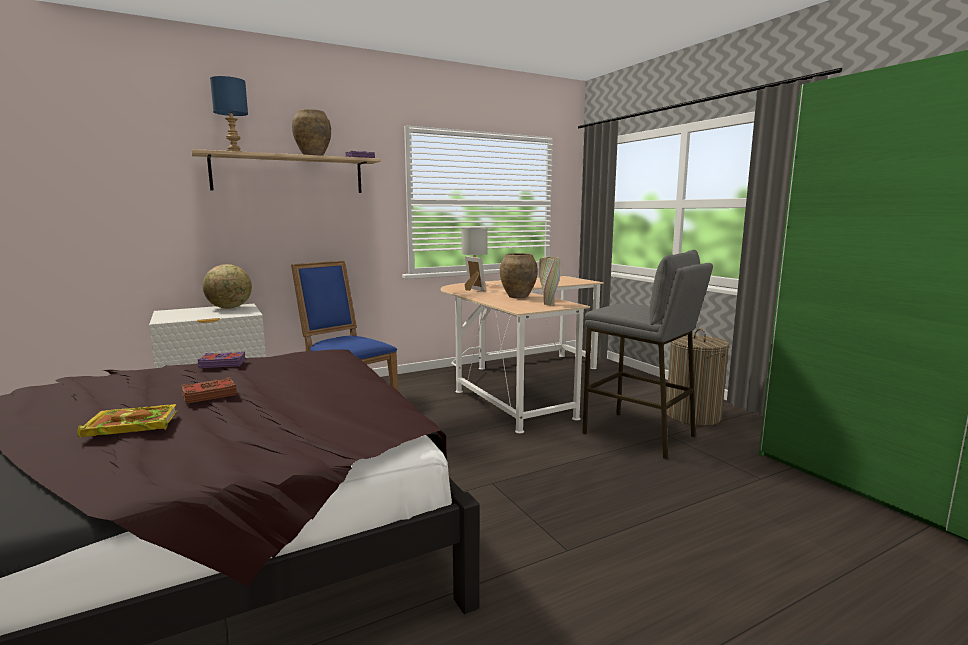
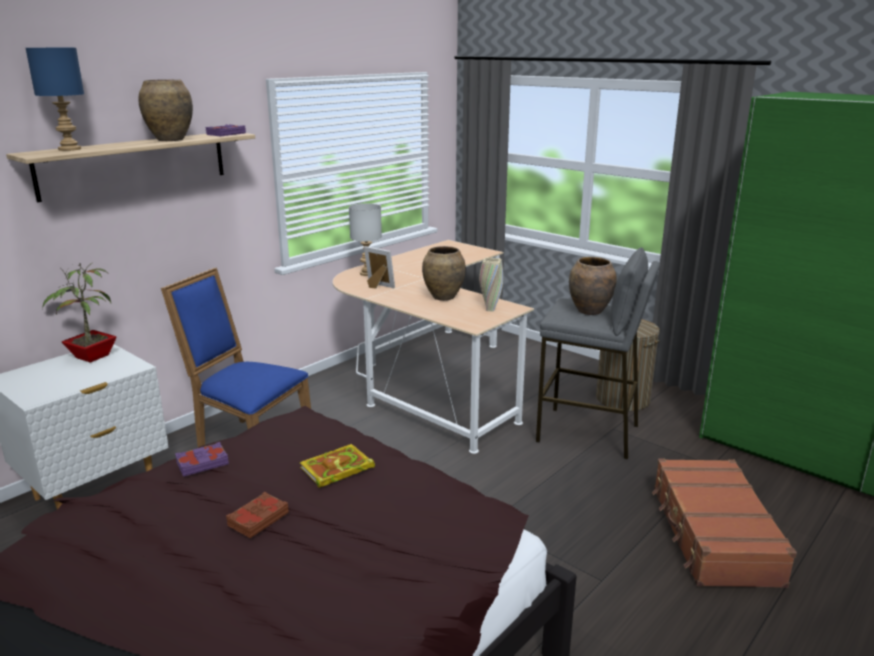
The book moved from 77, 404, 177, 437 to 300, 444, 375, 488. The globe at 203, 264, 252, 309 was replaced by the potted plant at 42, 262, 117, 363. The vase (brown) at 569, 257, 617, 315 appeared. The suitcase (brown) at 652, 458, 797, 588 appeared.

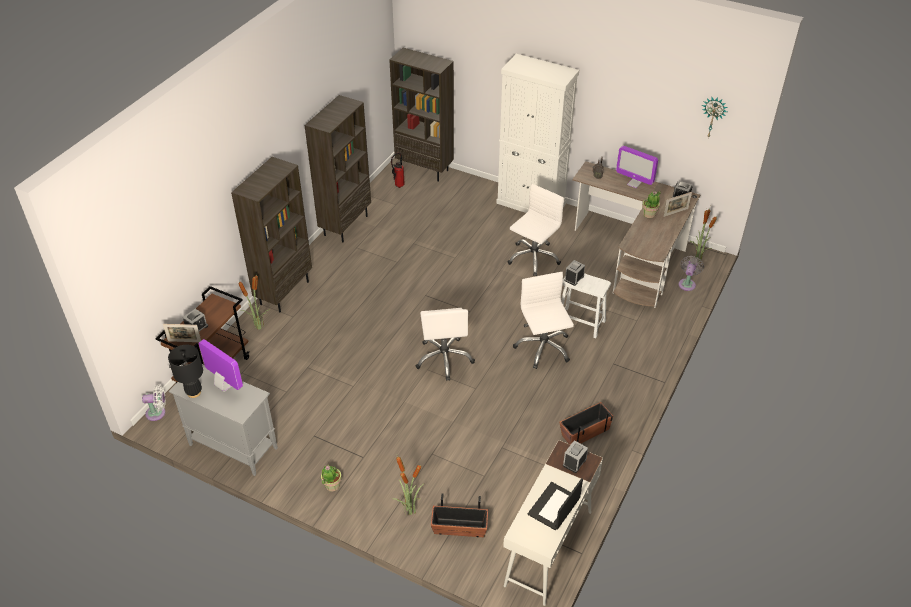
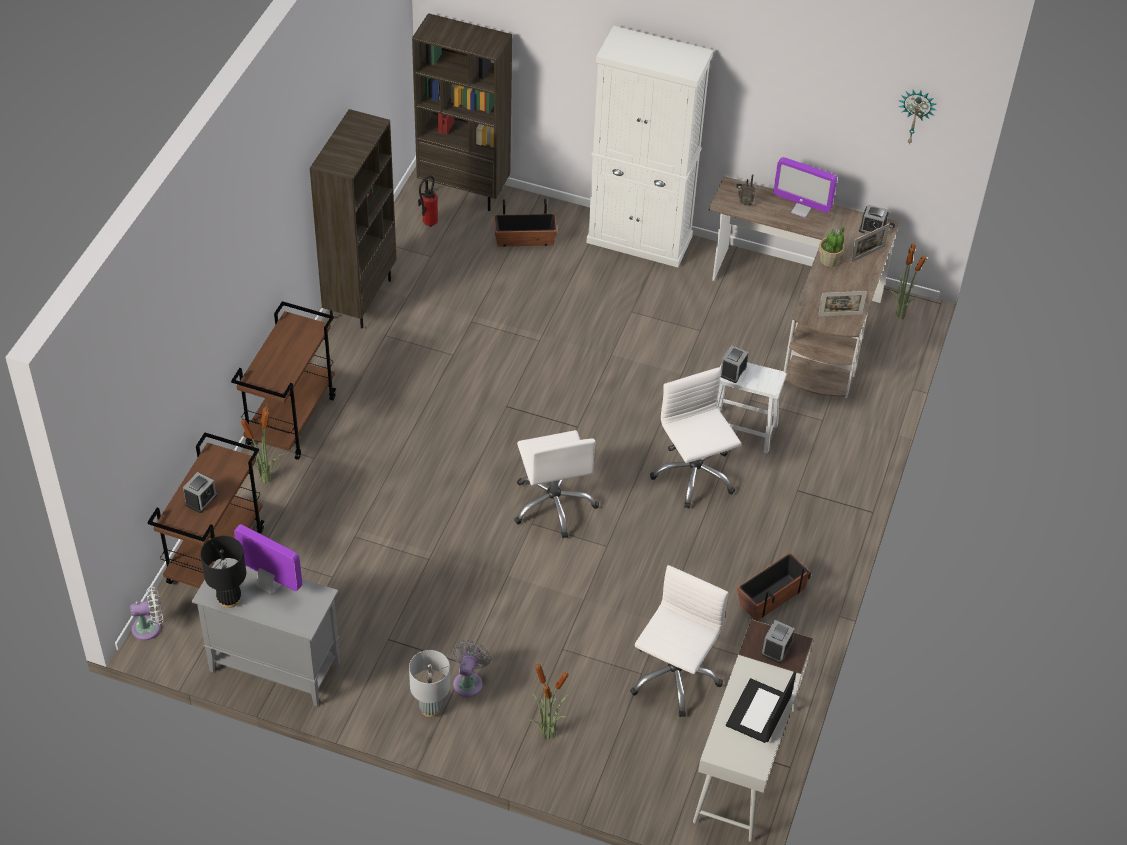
The picture frame moved from 163, 324, 201, 342 to 818, 291, 867, 316. The bookcase (brown) at 231, 157, 312, 313 was replaced by the cart (brown) at 231, 301, 336, 460. The potted plant at 321, 465, 342, 492 was replaced by the table lamp (grey) at 409, 650, 450, 717. The planter moved from 431, 493, 488, 537 to 494, 199, 557, 247. The office chair (white) moved from 507, 184, 564, 276 to 630, 565, 729, 717. The fan (grey) moved from 678, 255, 704, 291 to 452, 640, 491, 697.

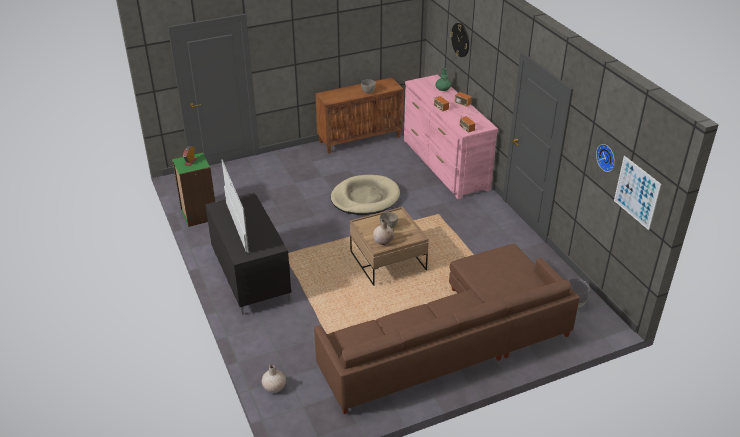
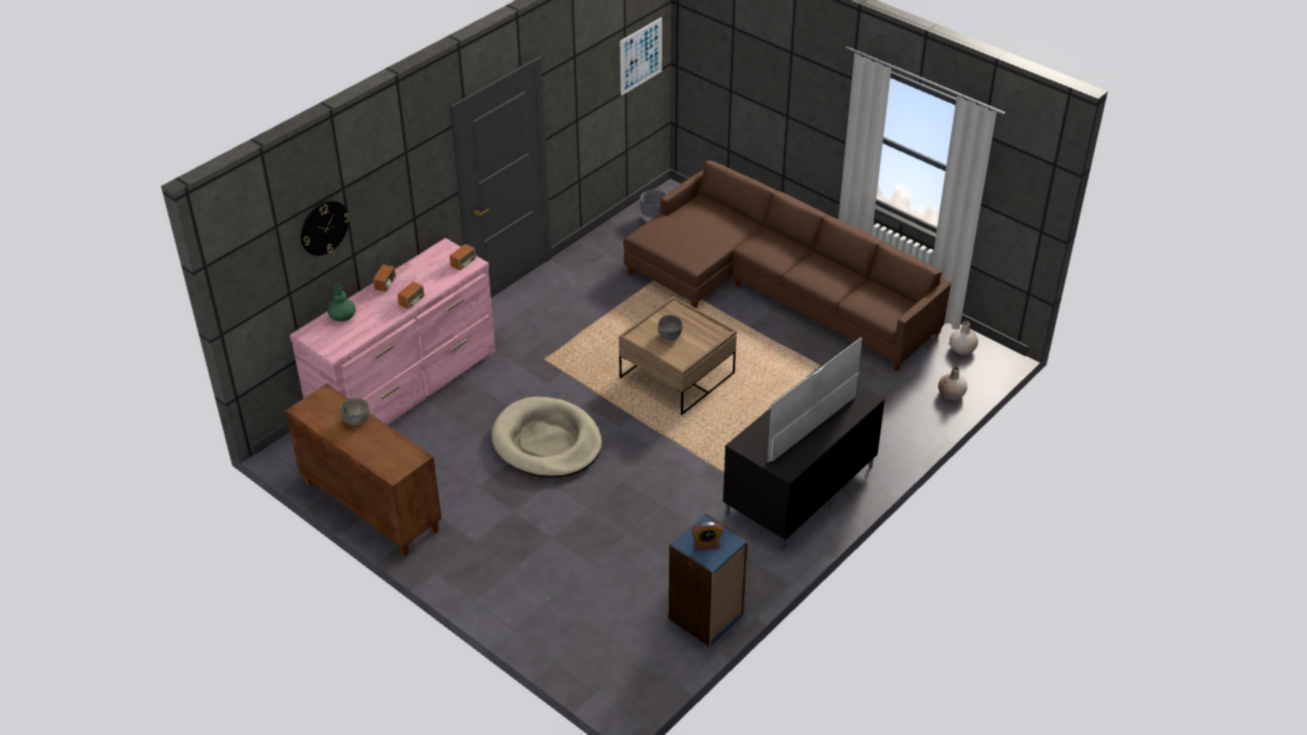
The bookcase (green) at 172, 152, 215, 227 became the bookcase (blue) at 669, 514, 749, 647. The vase (beige) moved from 373, 219, 394, 245 to 950, 321, 978, 355. The wall clock at 596, 144, 615, 172 disappeared.

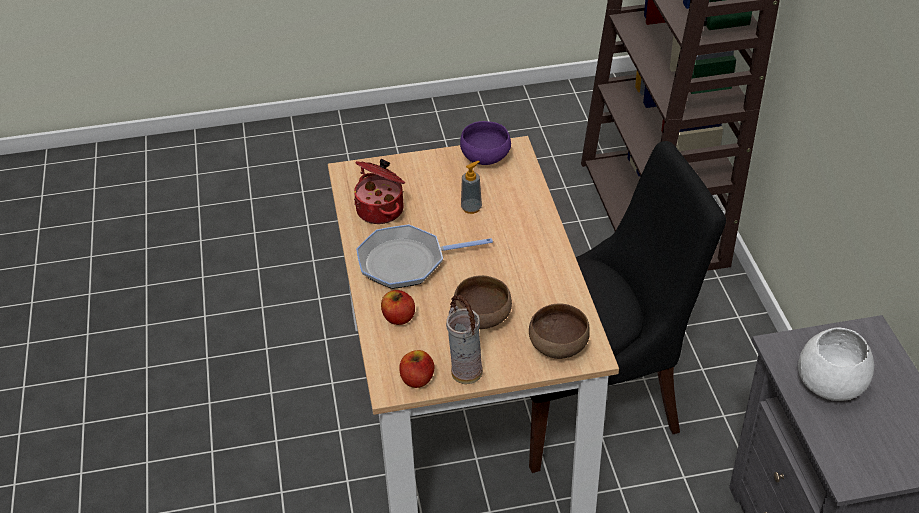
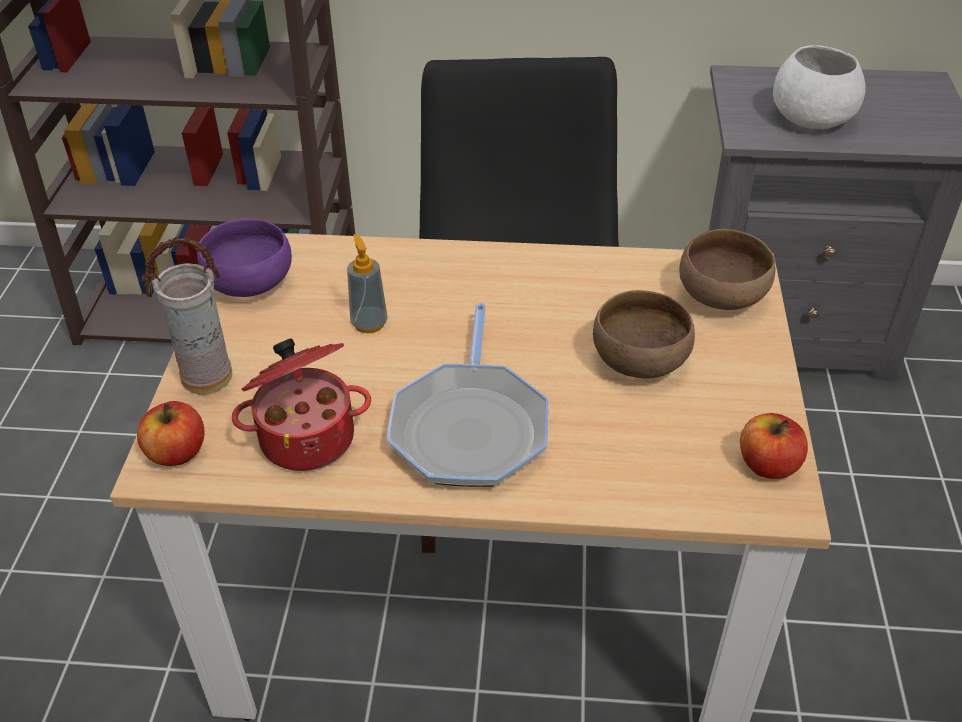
The apple moved from 381, 290, 415, 325 to 137, 401, 204, 466. The vase moved from 446, 295, 483, 384 to 141, 237, 233, 395.

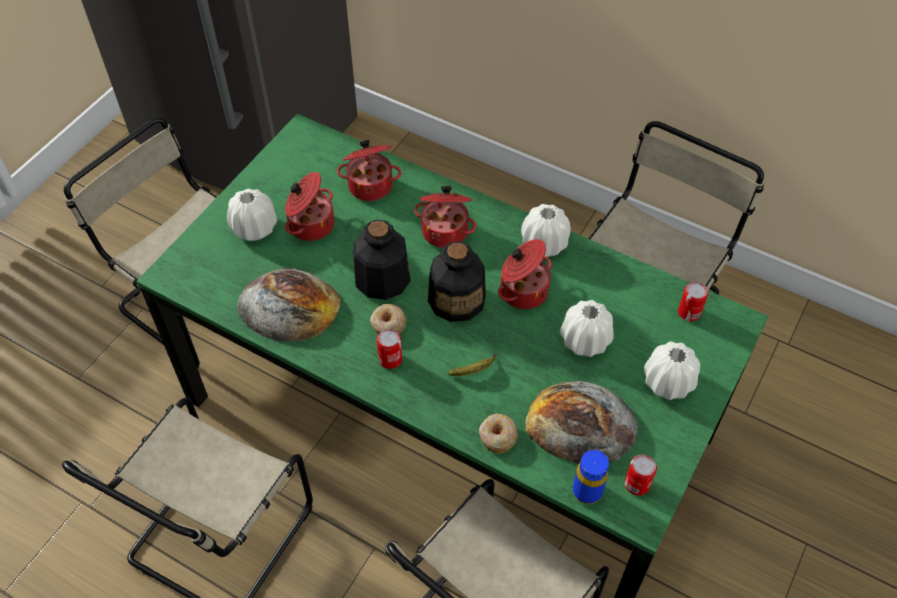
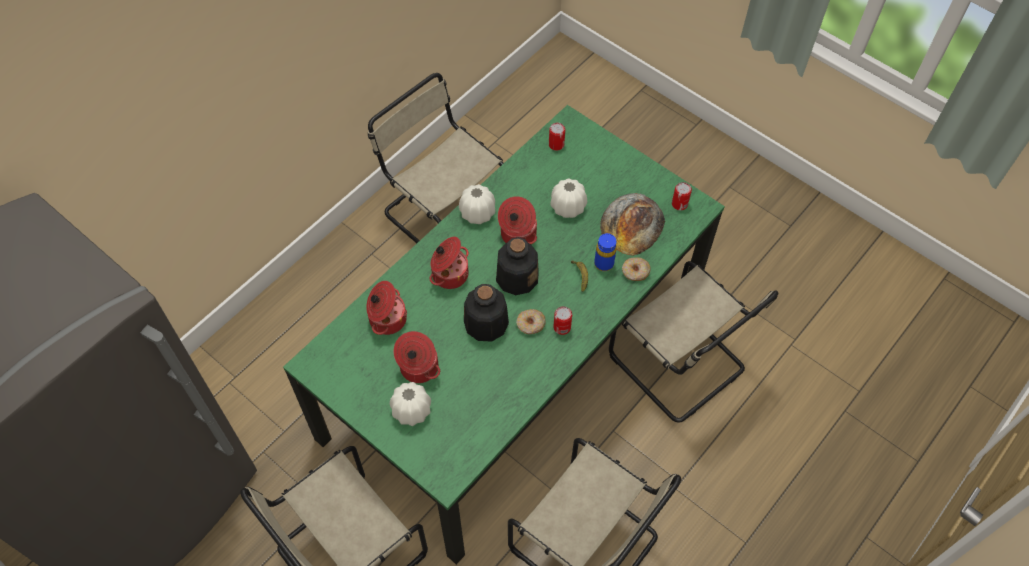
The bread at 237, 268, 341, 342 disappeared. The bottle (blue) moved from 573, 450, 609, 504 to 594, 233, 617, 271. The vase (white) at 644, 341, 700, 400 disappeared.

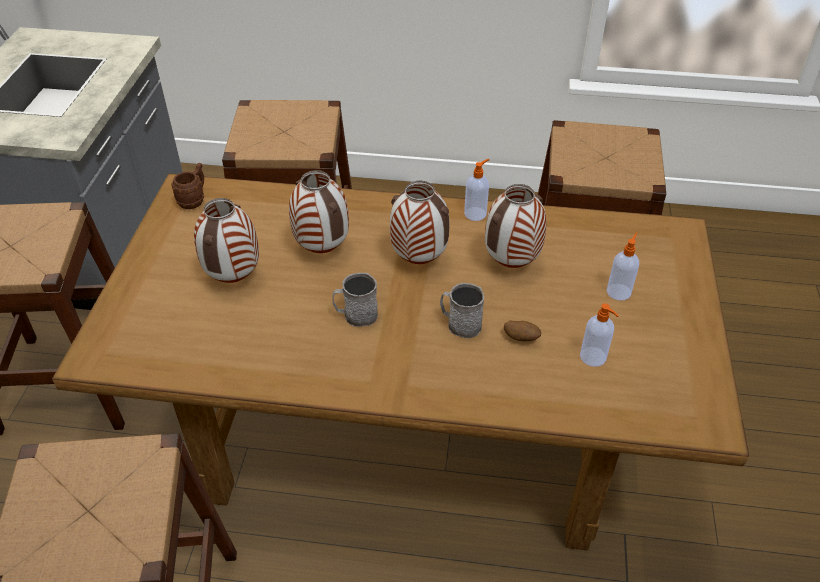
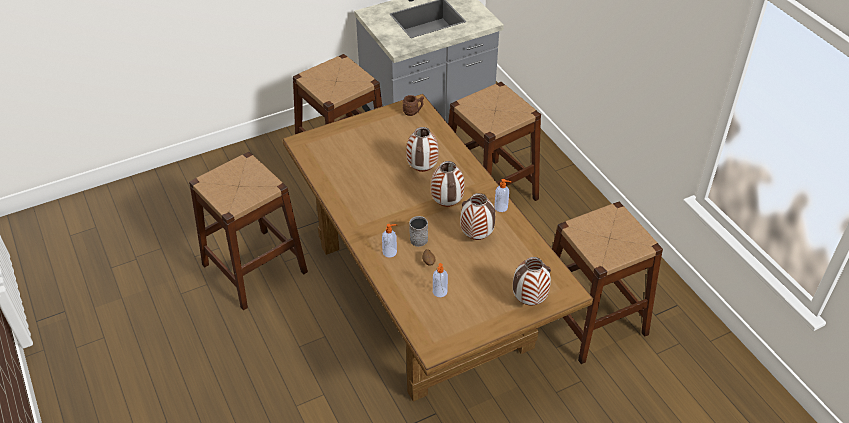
The vase moved from 194, 198, 259, 283 to 513, 257, 551, 305. The mug (grey) at 332, 273, 378, 327 disappeared. The soap dispenser moved from 607, 233, 639, 301 to 382, 224, 397, 257.

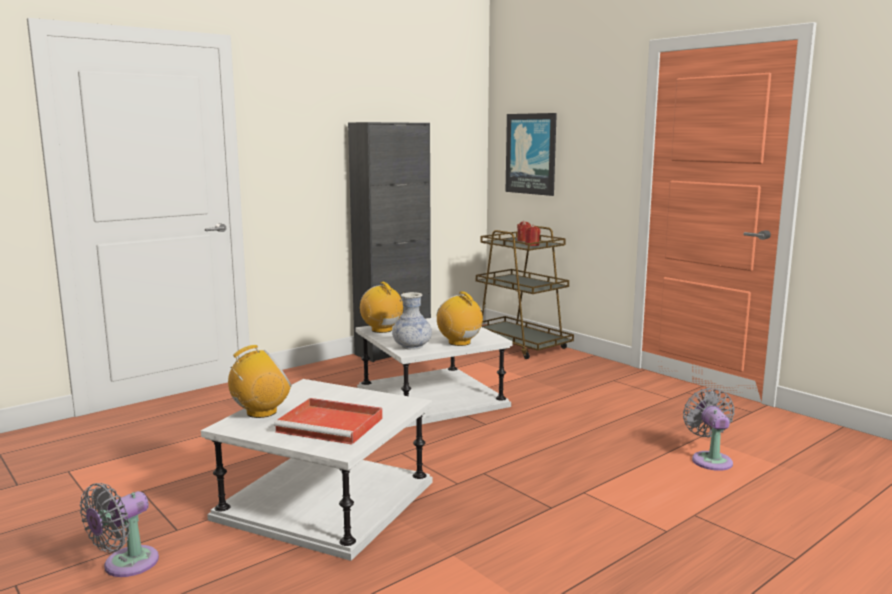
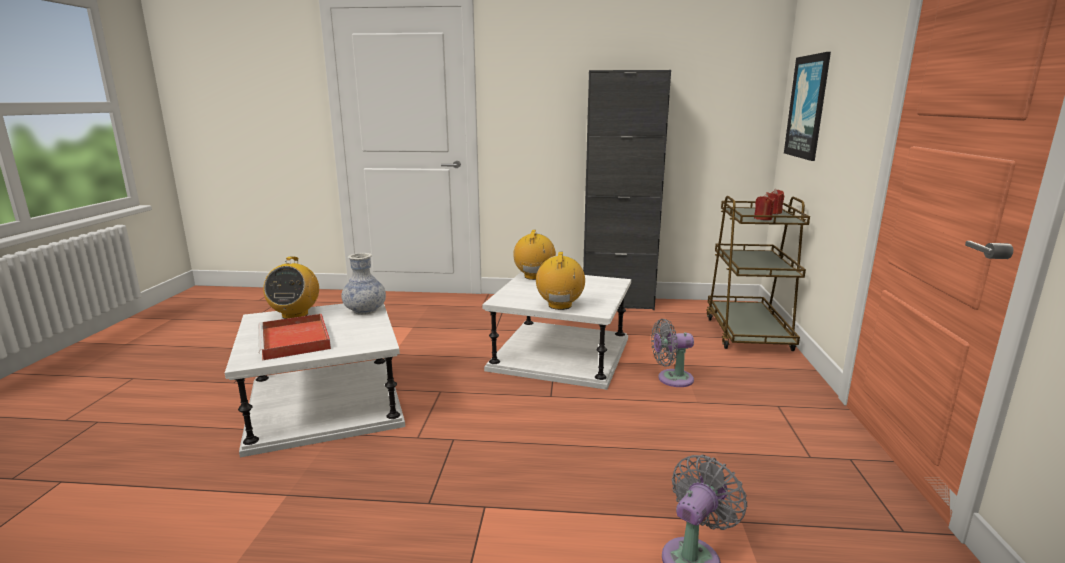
The fan (grey) moved from 80, 483, 159, 577 to 651, 319, 694, 387. The radio at 228, 345, 292, 418 turned 75 degrees clockwise. The vase moved from 392, 292, 432, 350 to 341, 253, 386, 315.

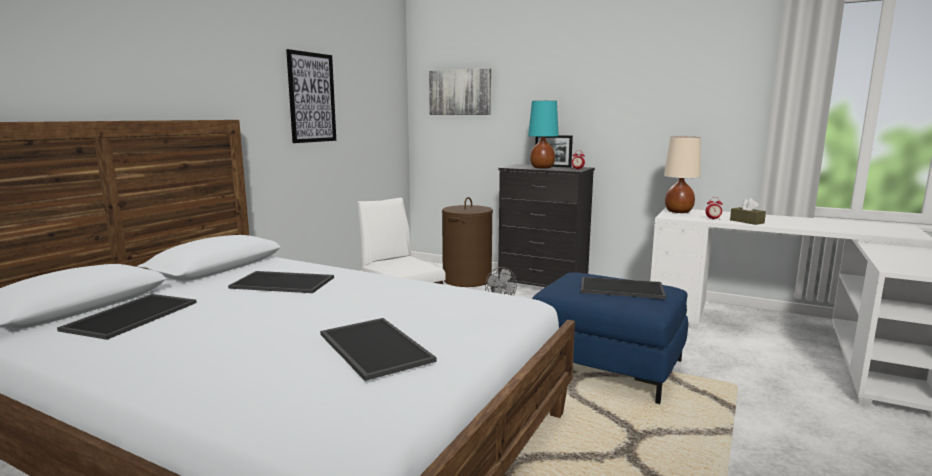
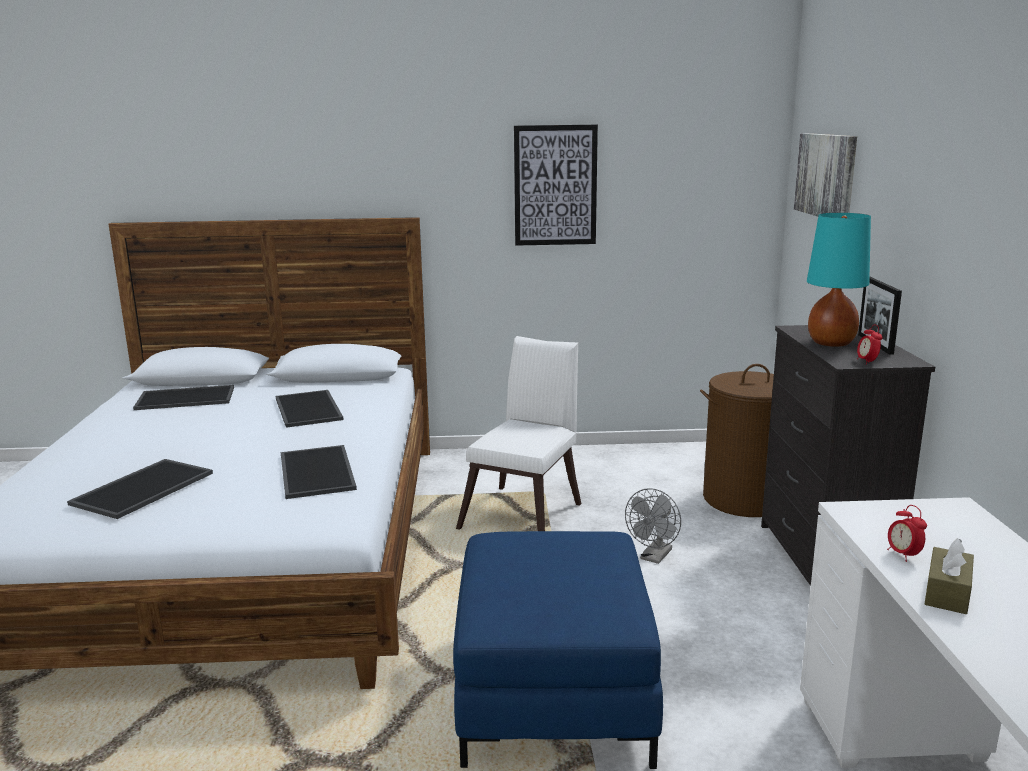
The tray moved from 581, 277, 666, 299 to 281, 445, 357, 499. The table lamp (beige) at 664, 137, 701, 213 disappeared.

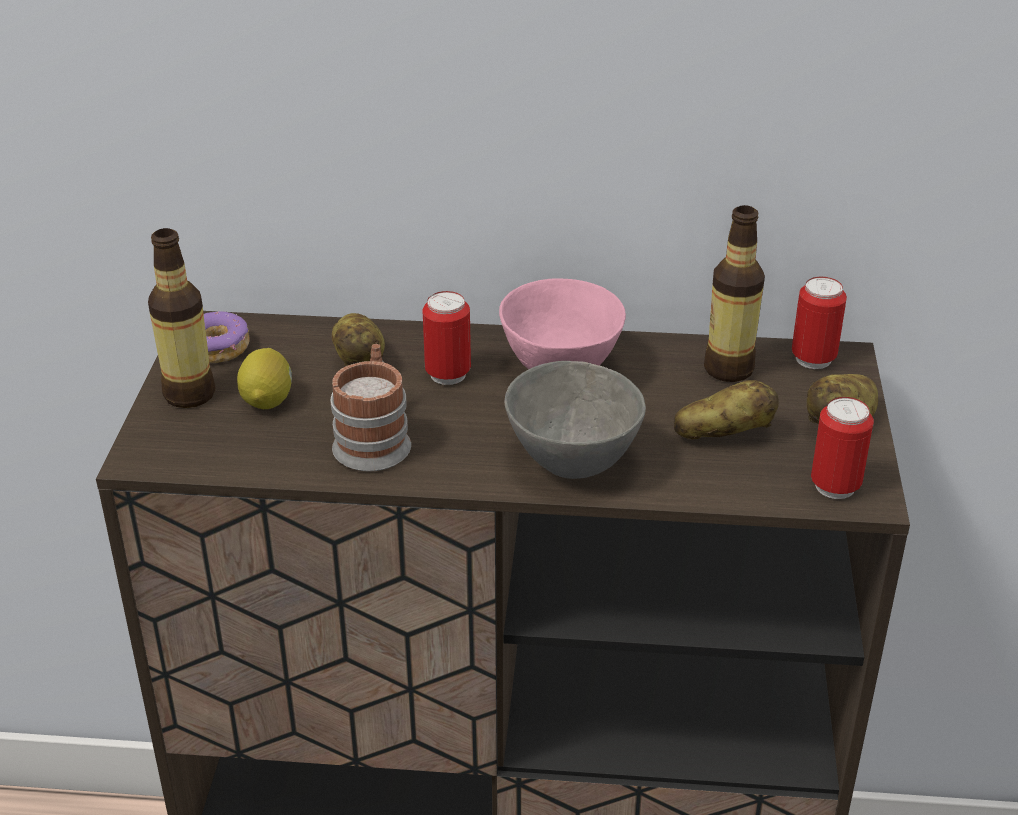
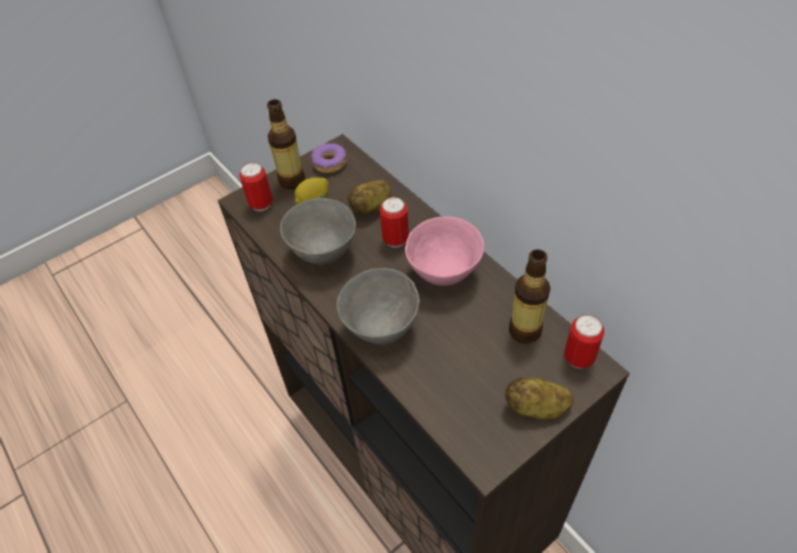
The mug at 330, 344, 411, 471 was replaced by the bowl (grey) at 280, 198, 356, 265. The potato at 674, 380, 779, 439 disappeared. The can moved from 811, 397, 874, 499 to 239, 162, 273, 211.

